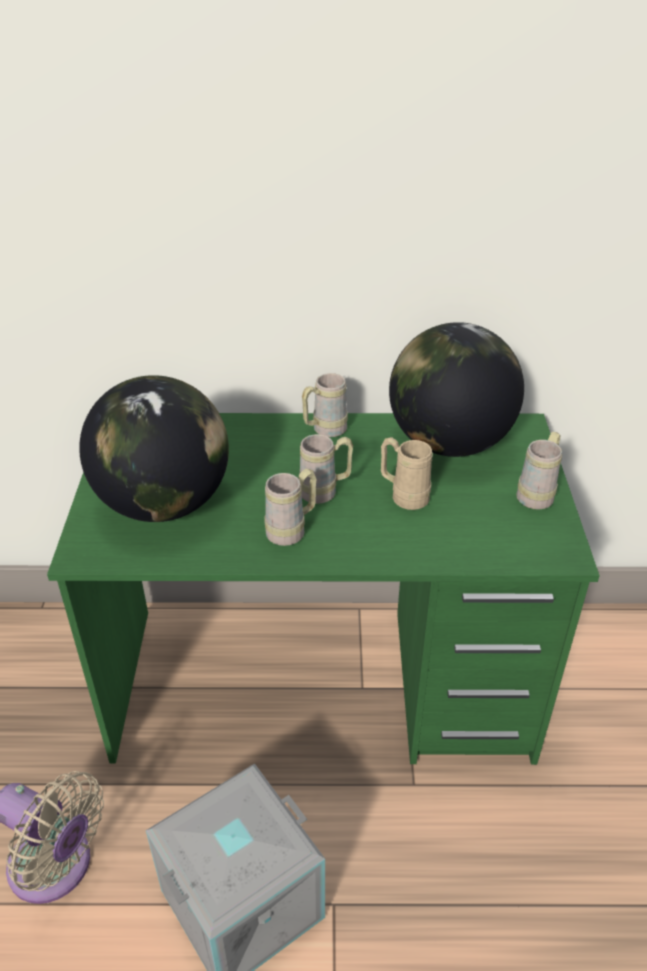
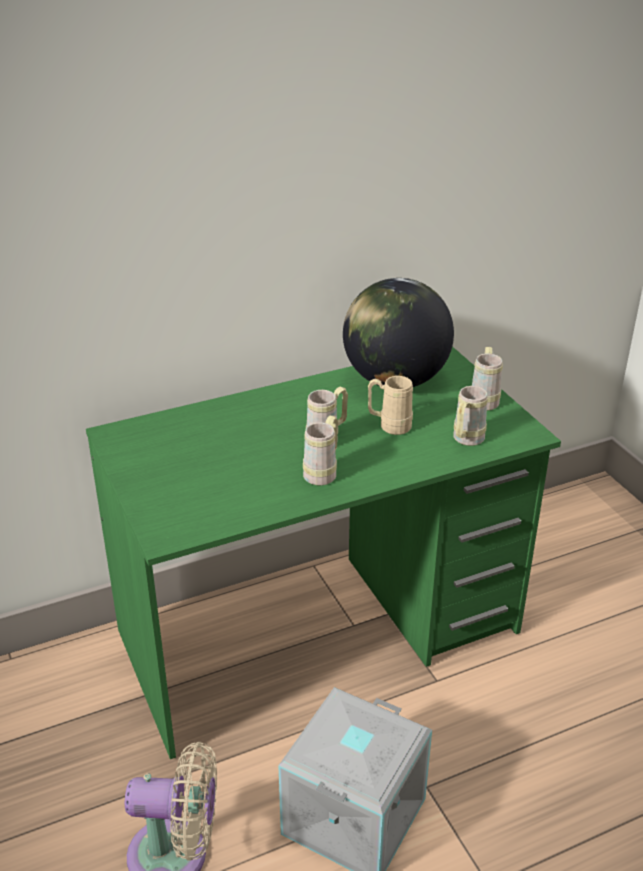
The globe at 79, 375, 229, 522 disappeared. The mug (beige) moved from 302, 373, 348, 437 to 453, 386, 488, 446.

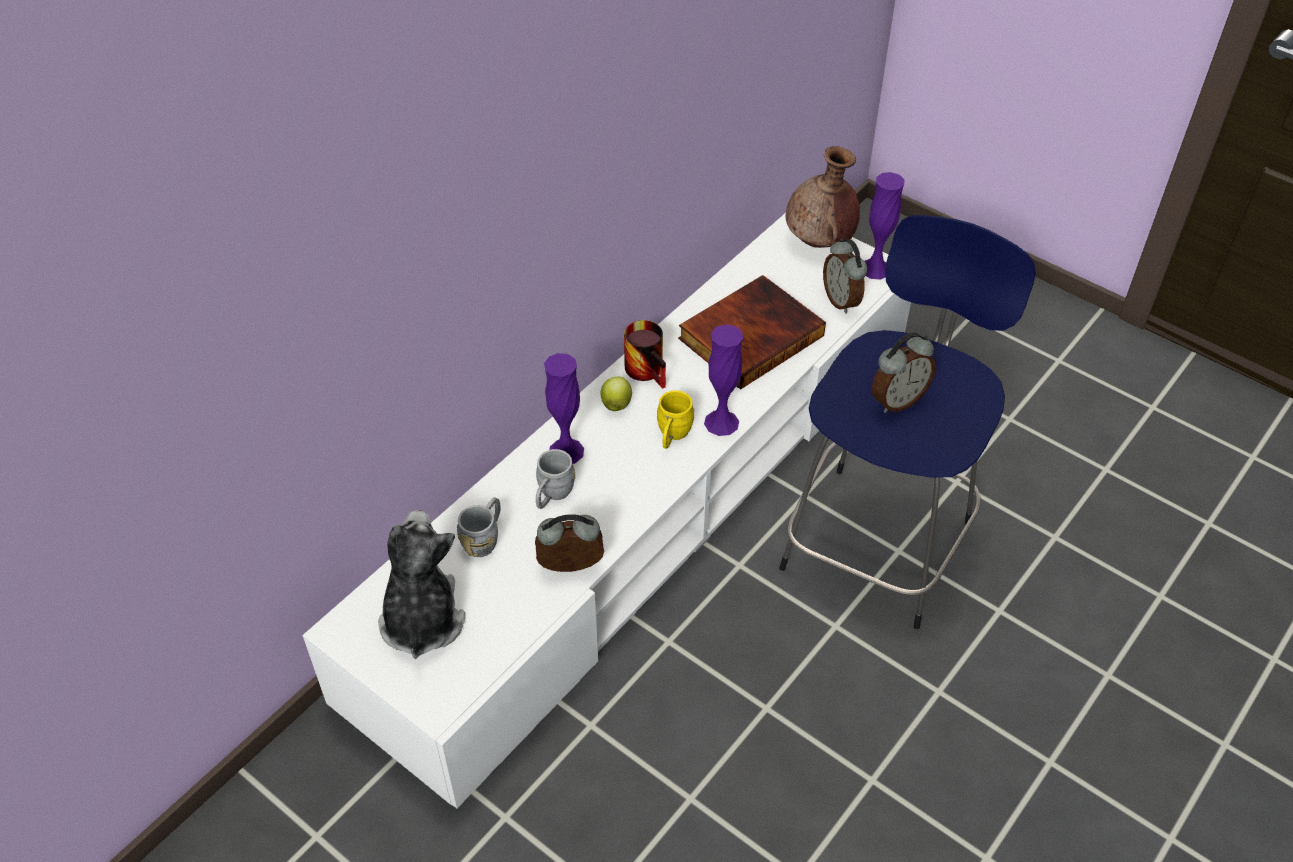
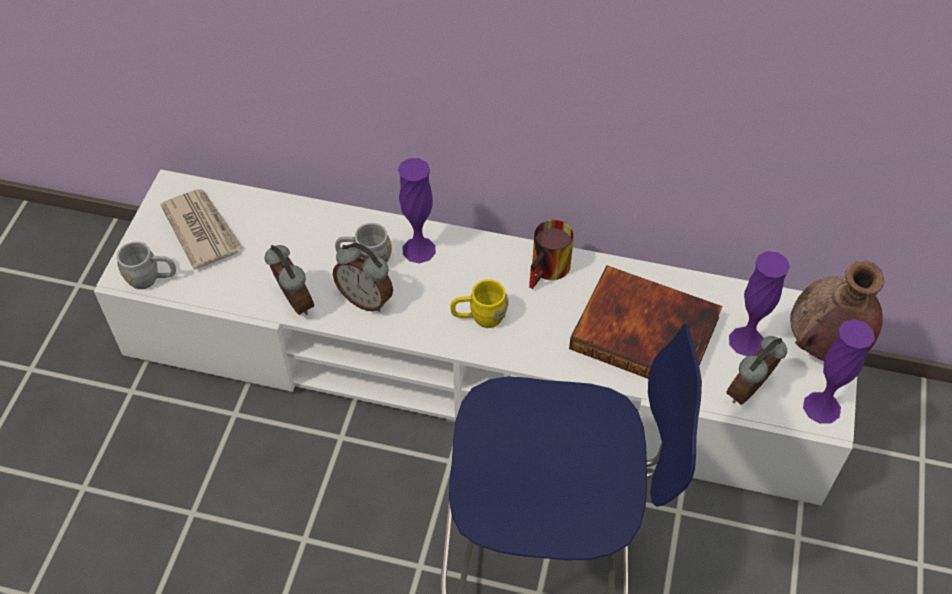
The plush toy at 378, 510, 466, 659 was replaced by the newspaper at 160, 189, 243, 270. The mug (grey) moved from 457, 497, 500, 557 to 117, 241, 176, 289. The apple at 601, 377, 632, 411 disappeared. The vase (purple) moved from 704, 324, 743, 436 to 729, 251, 790, 357. The alarm clock moved from 872, 332, 936, 413 to 333, 243, 393, 312.

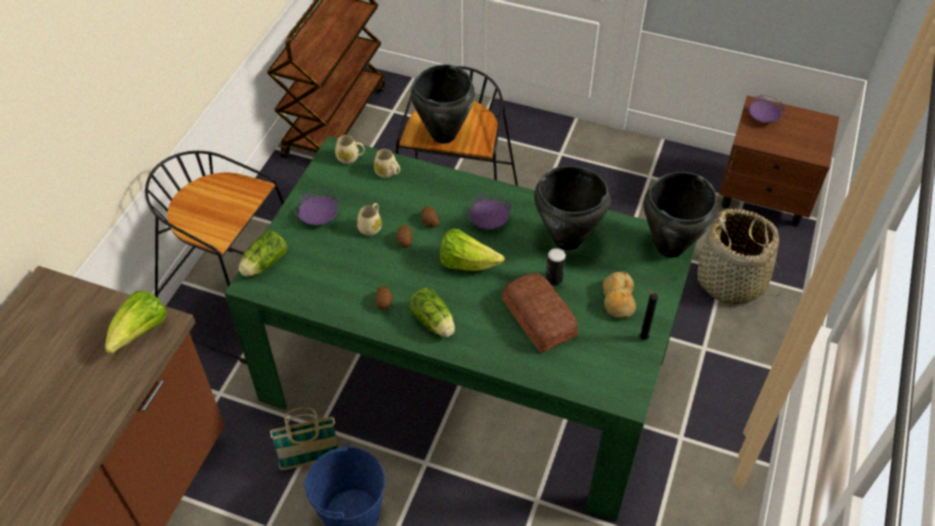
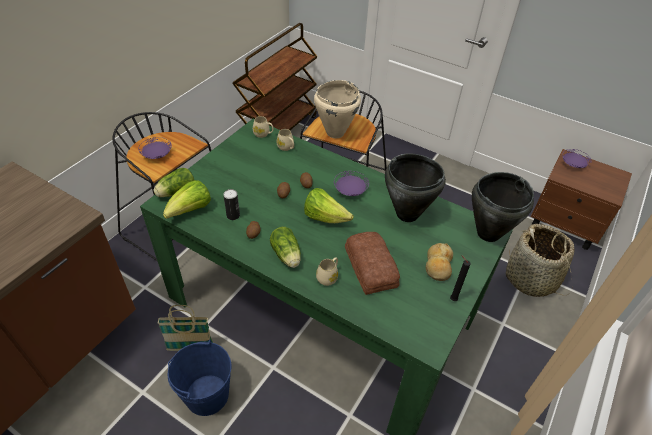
The lettuce moved from 105, 291, 167, 354 to 163, 180, 211, 219. The plate (purple) moved from 294, 190, 340, 225 to 138, 137, 172, 159. The mug (beige) moved from 357, 203, 382, 236 to 316, 257, 338, 286. The cooking pot (black) at 411, 64, 475, 144 became the cooking pot (beige) at 314, 80, 361, 138. The can moved from 546, 248, 566, 286 to 223, 189, 240, 220.

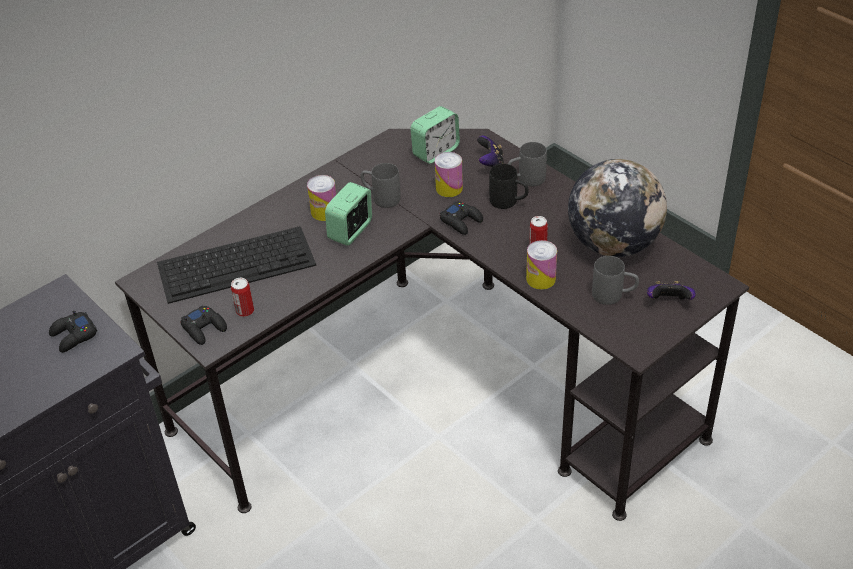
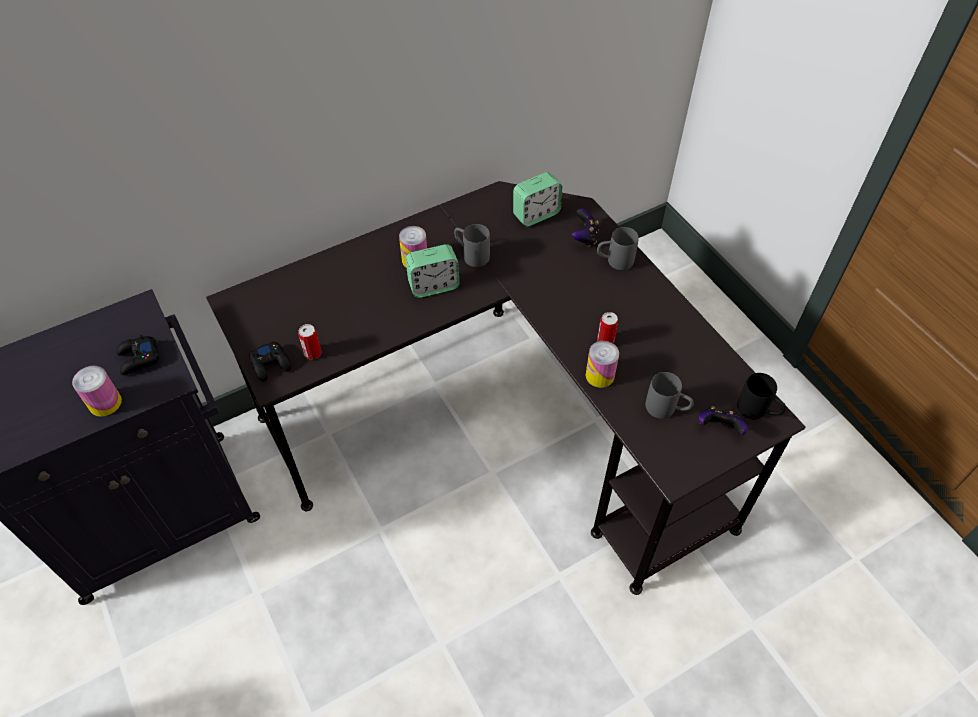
The keyboard at 157, 226, 316, 304 disappeared. The alarm clock at 325, 182, 372, 246 turned 150 degrees counterclockwise. The can moved from 435, 152, 463, 197 to 72, 366, 122, 417. The game controller (black) at 440, 202, 483, 235 disappeared. The mug (black) moved from 489, 164, 529, 209 to 737, 373, 786, 420. The globe at 568, 159, 667, 257 disappeared.

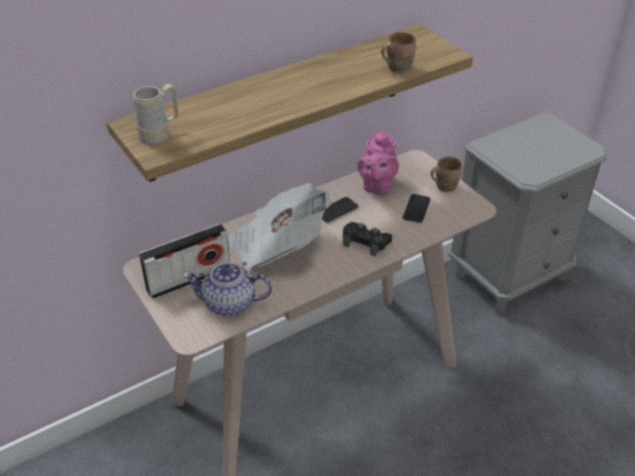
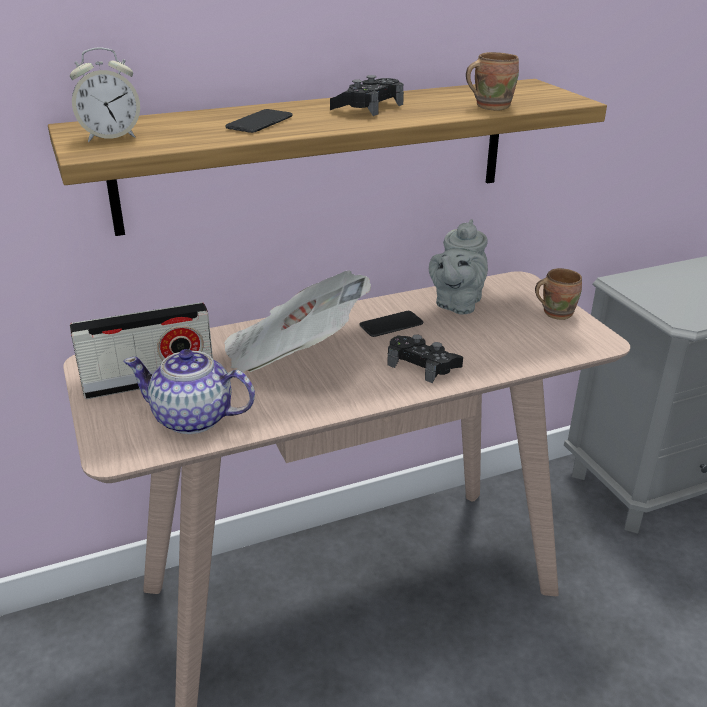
The mug (beige) at 133, 84, 178, 145 was replaced by the alarm clock at 70, 47, 140, 142. The teapot (pink) at 357, 129, 399, 196 became the teapot (grey) at 429, 219, 488, 315. The phone moved from 403, 194, 431, 223 to 225, 109, 293, 133. The game controller (black) at 330, 75, 404, 116 appeared.

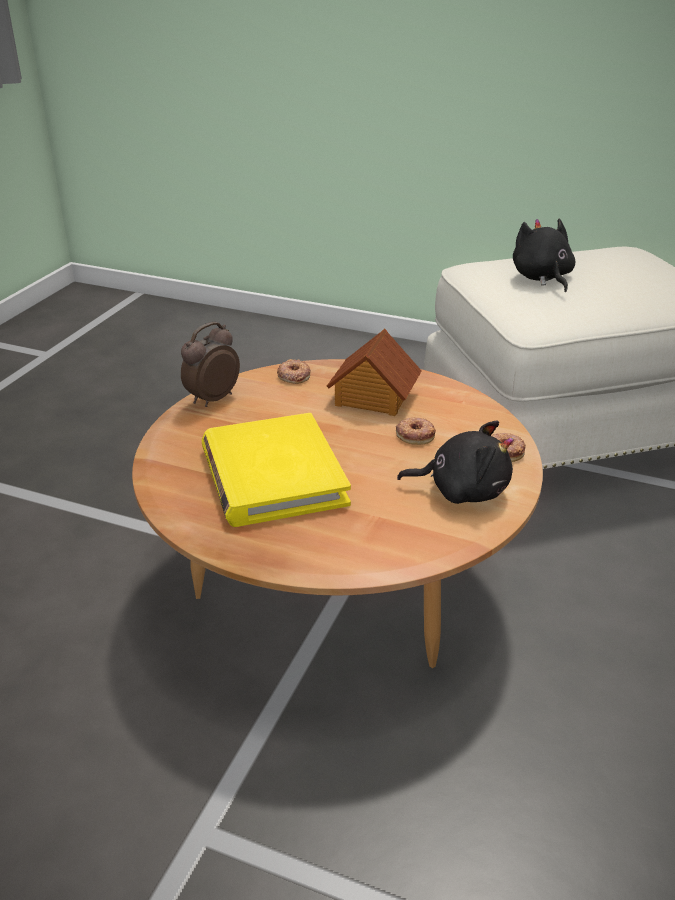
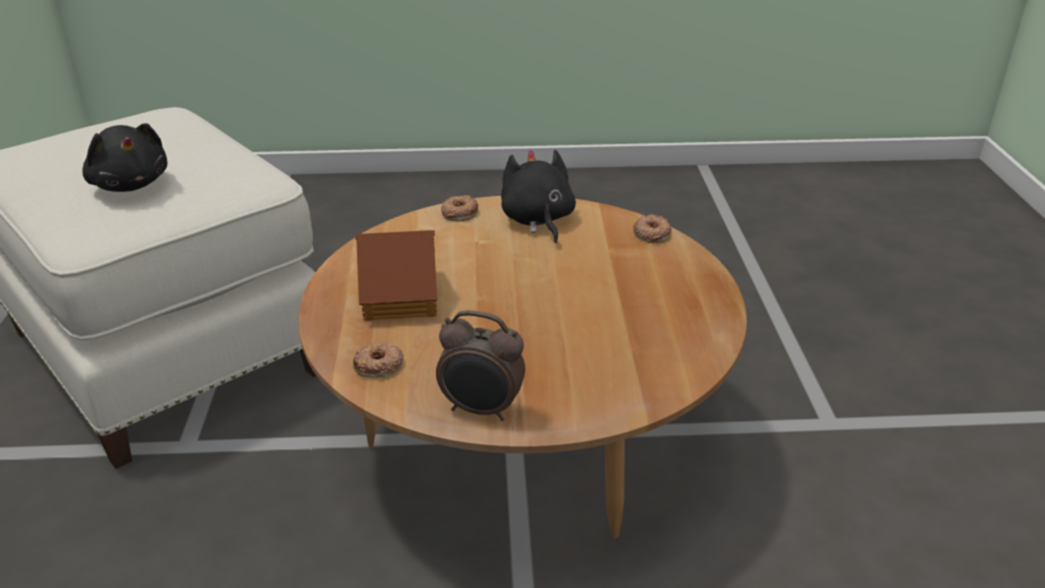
The book (yellow) at 202, 413, 351, 527 disappeared. The donut moved from 396, 417, 436, 445 to 633, 214, 671, 243. The plush toy (black) at 513, 218, 575, 292 turned 90 degrees counterclockwise.

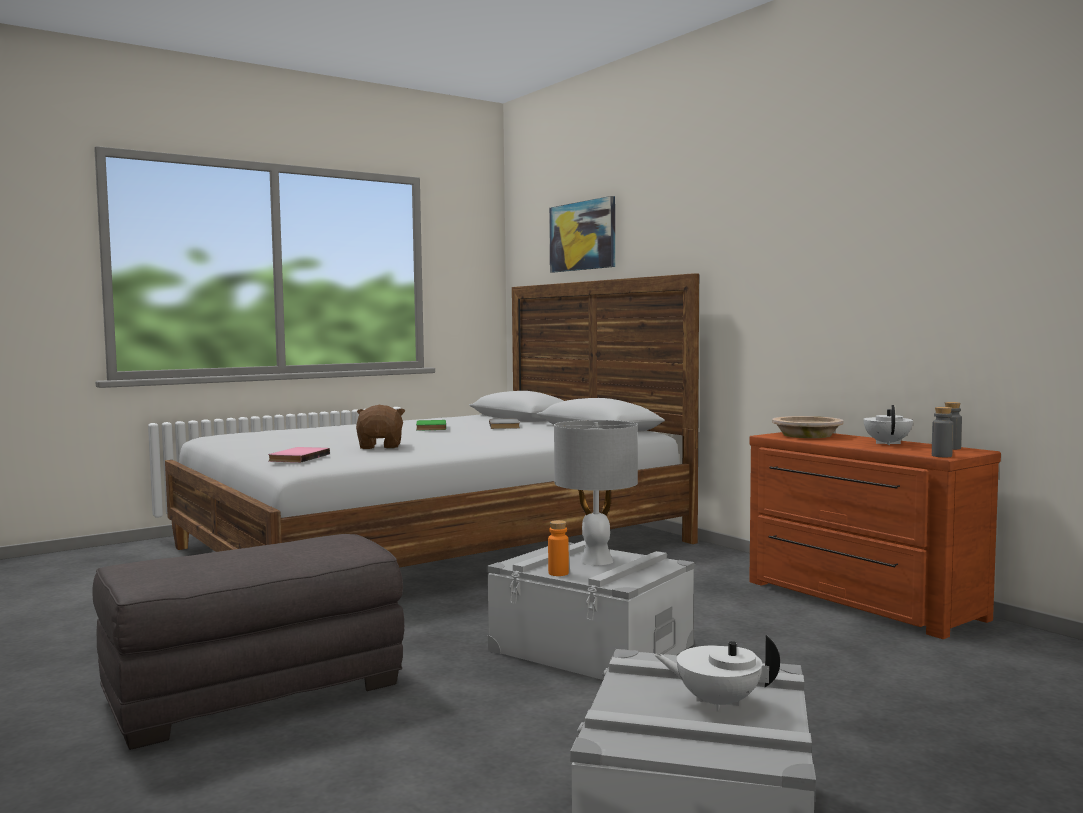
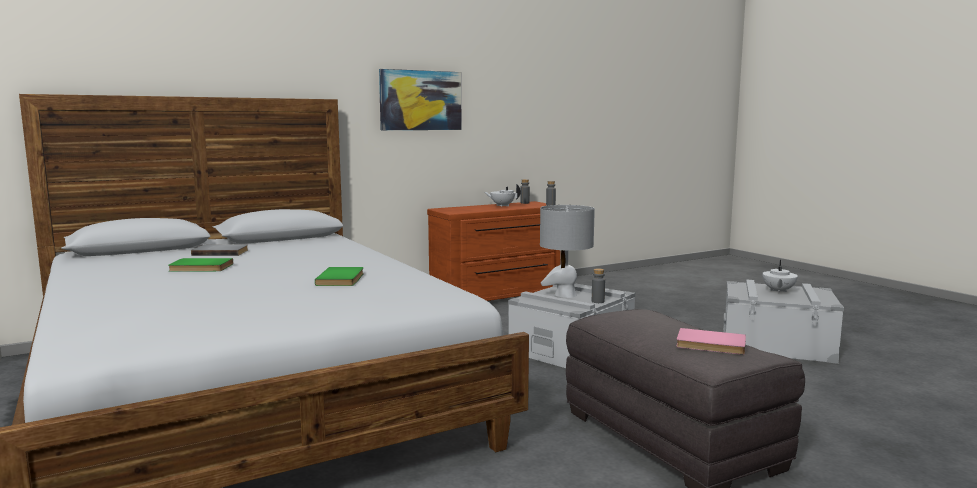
The book (pink) moved from 268, 447, 330, 463 to 676, 328, 746, 355. The plush toy (brown) at 356, 405, 405, 449 was replaced by the book (green) at 315, 267, 364, 286. The bottle (orange) at 548, 520, 569, 576 became the bottle (grey) at 592, 268, 605, 303. The picture moved from 549, 196, 615, 272 to 379, 69, 462, 130. The bowl (beige) at 772, 416, 843, 438 disappeared.

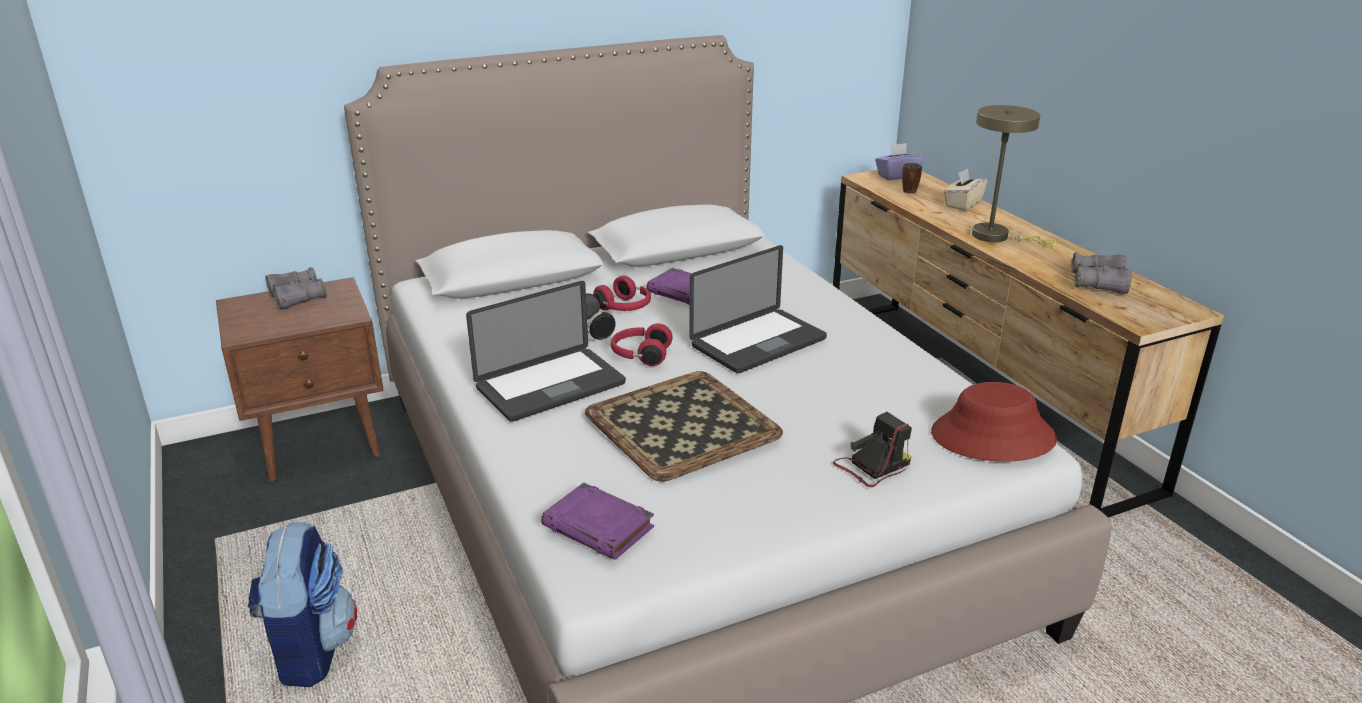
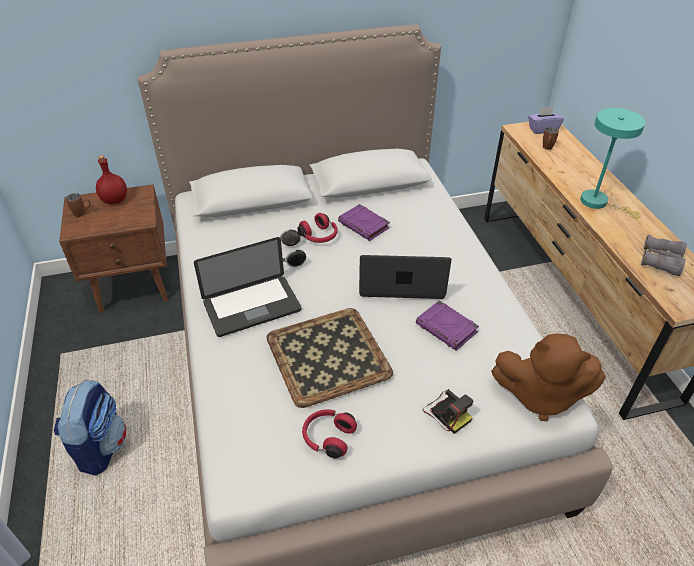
The binoculars (grey) at 265, 267, 327, 310 was replaced by the bottle (red) at 96, 155, 127, 204. The book (purple) moved from 541, 482, 654, 560 to 416, 300, 479, 351. The headphones (red) moved from 610, 323, 673, 366 to 302, 409, 357, 458. The laptop at 689, 245, 827, 373 turned 150 degrees counterclockwise. The photo camera at 833, 412, 912, 487 turned 75 degrees clockwise. The hat (red) at 931, 382, 1057, 462 was replaced by the plush toy (brown) at 491, 333, 606, 421. The tissue box (beige) at 943, 168, 988, 211 disappeared. The table lamp (beige) at 972, 105, 1056, 247 became the table lamp (turquoise) at 580, 108, 645, 218. The mug (brown) at 66, 193, 90, 217 appeared.

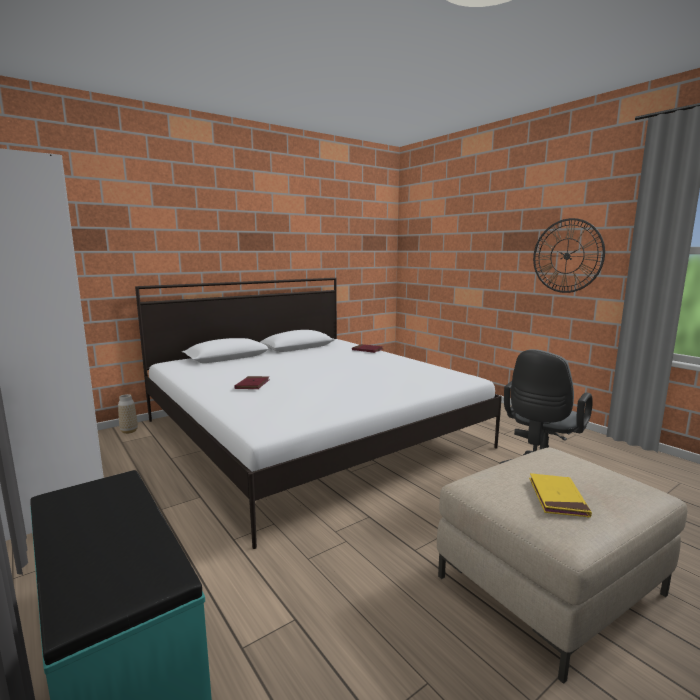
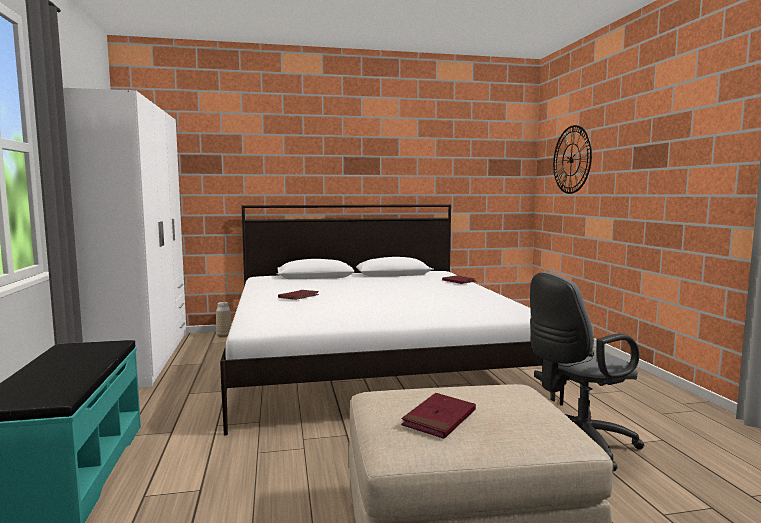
The book (yellow) at 529, 473, 592, 517 became the book (red) at 401, 393, 476, 439. The wall clock moved from 533, 218, 605, 293 to 553, 125, 592, 194.

